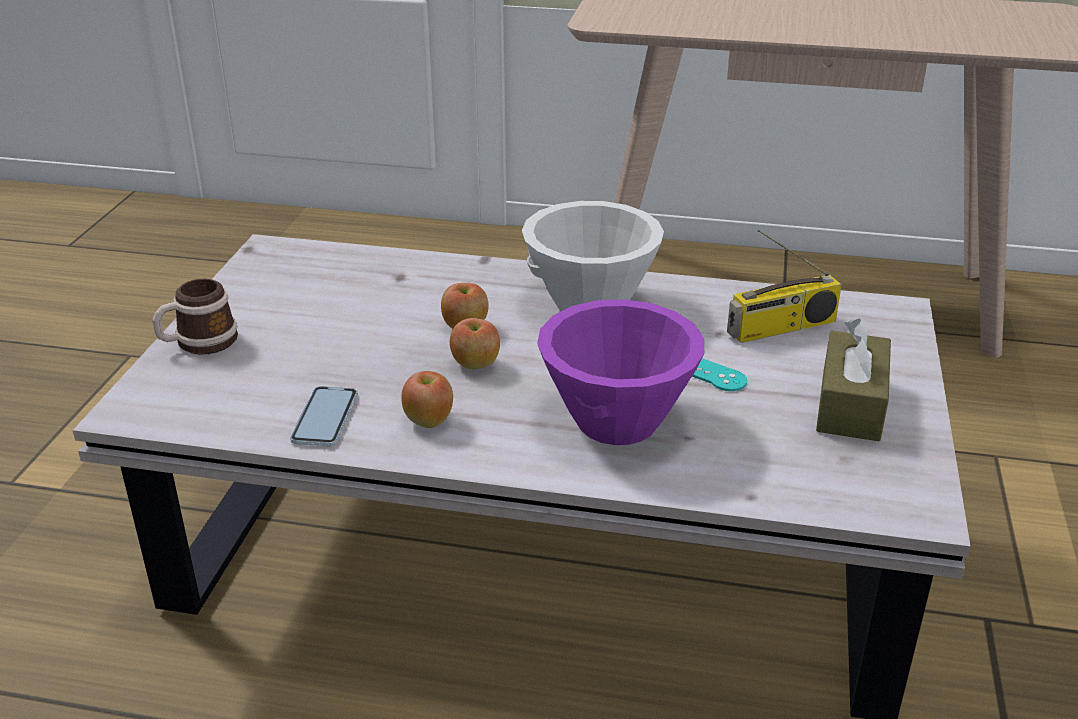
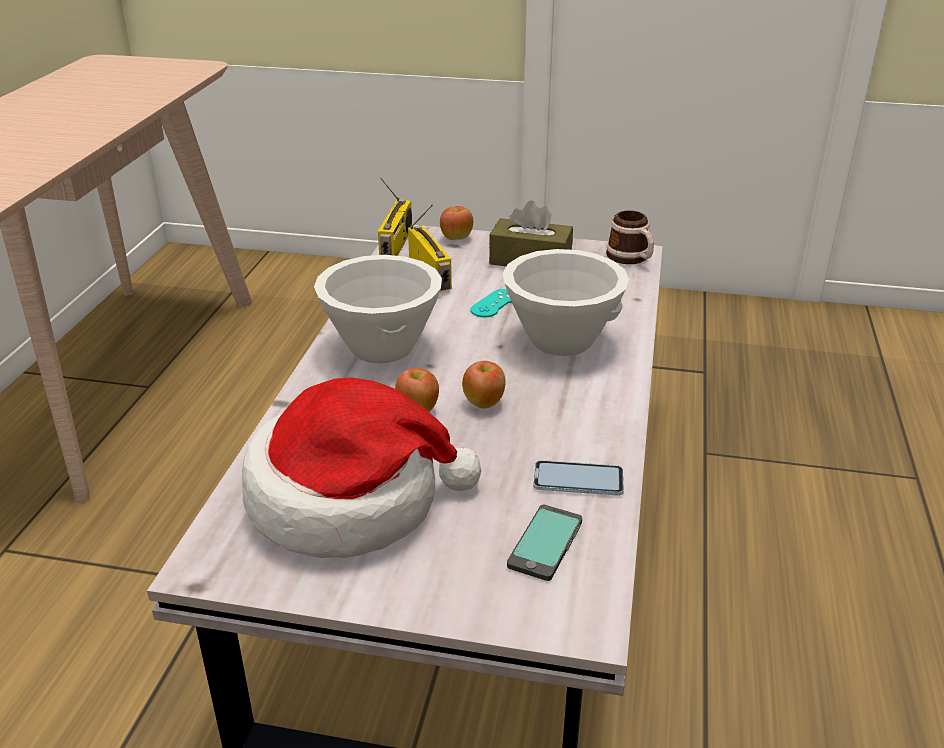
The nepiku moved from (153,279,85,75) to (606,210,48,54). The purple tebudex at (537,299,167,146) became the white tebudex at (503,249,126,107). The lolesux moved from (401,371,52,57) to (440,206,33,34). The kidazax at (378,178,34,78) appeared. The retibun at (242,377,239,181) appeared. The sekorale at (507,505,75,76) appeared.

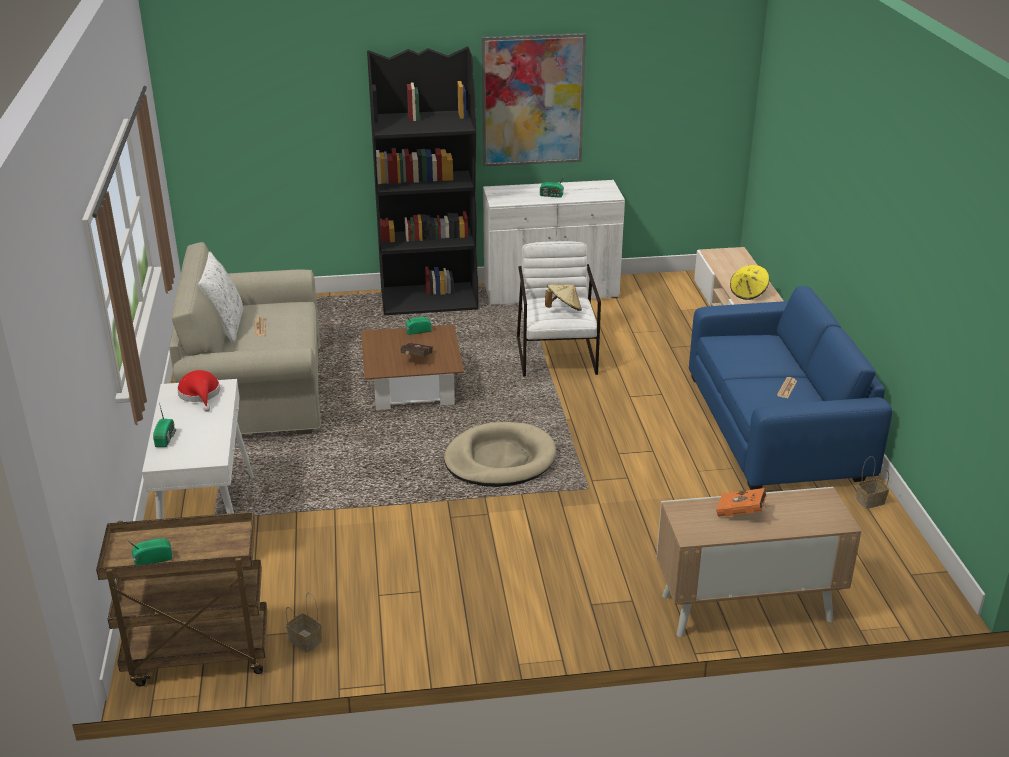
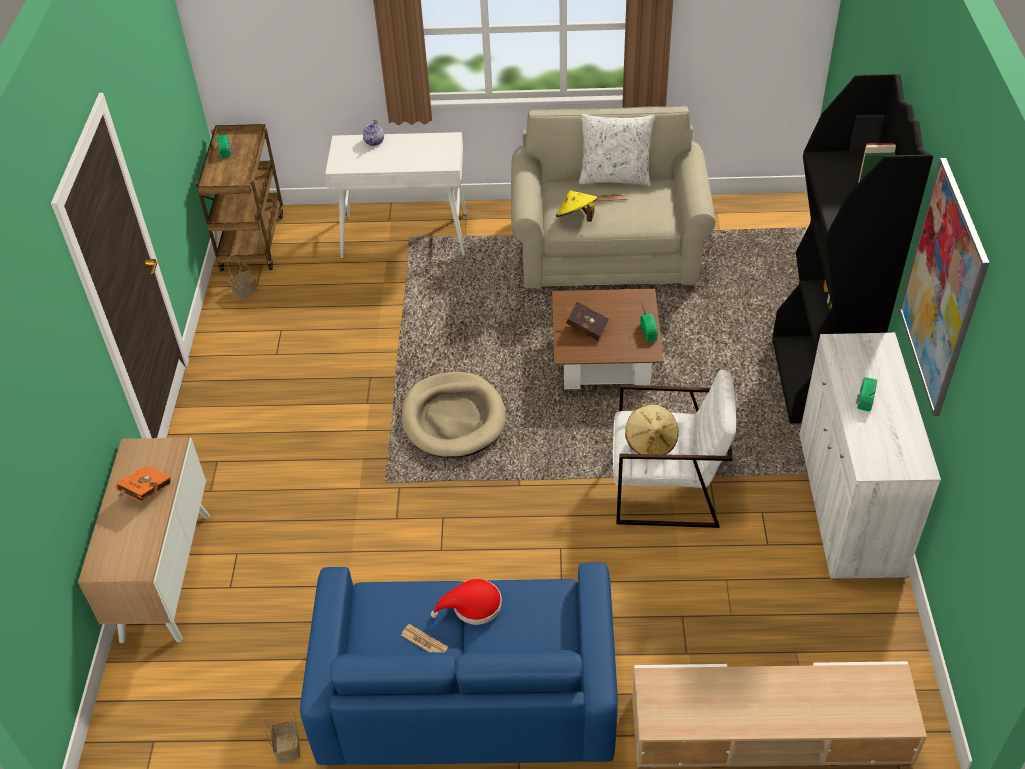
The yellow retibun moved from (730,265,39,35) to (556,190,41,32). The red retibun moved from (177,370,43,42) to (431,579,71,46). The kidazax at (153,403,23,44) was replaced by the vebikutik at (363,120,21,26).

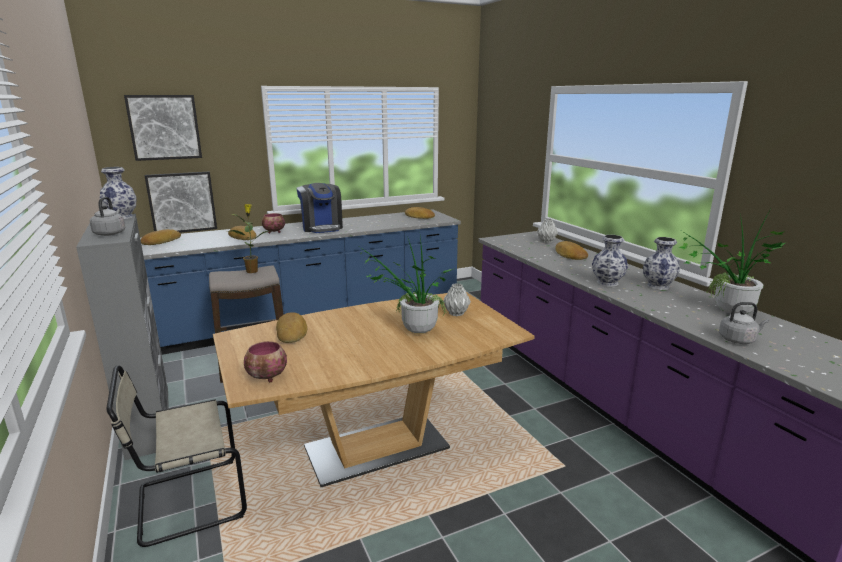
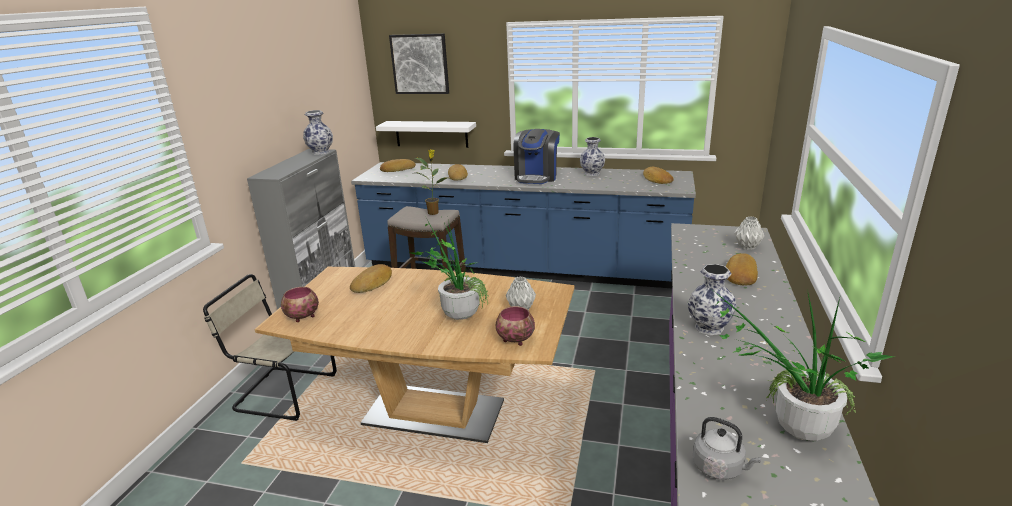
The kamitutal at (145,172,72,61) was replaced by the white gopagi at (376,121,100,27). The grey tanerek at (90,197,35,39) disappeared. The tebudex moved from (262,213,23,20) to (496,306,39,40). The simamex moved from (643,237,37,53) to (580,137,25,39).

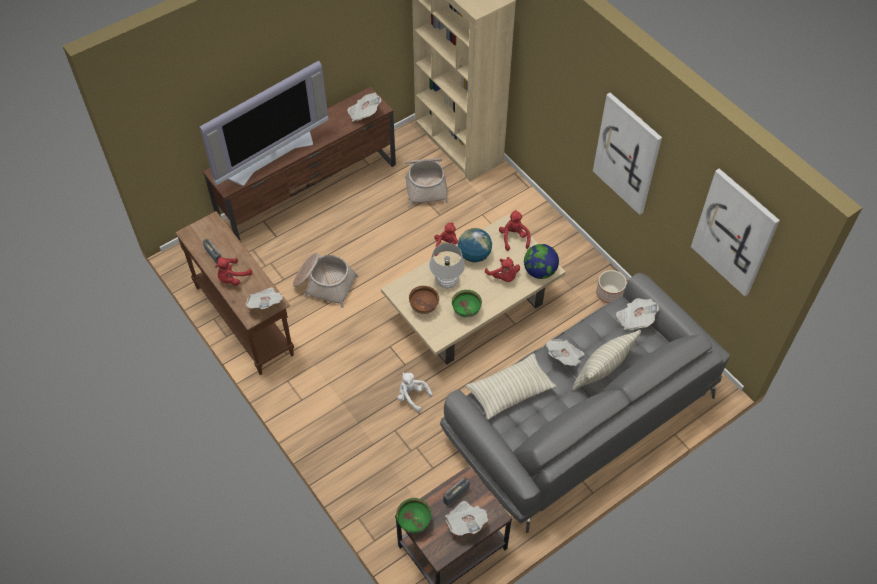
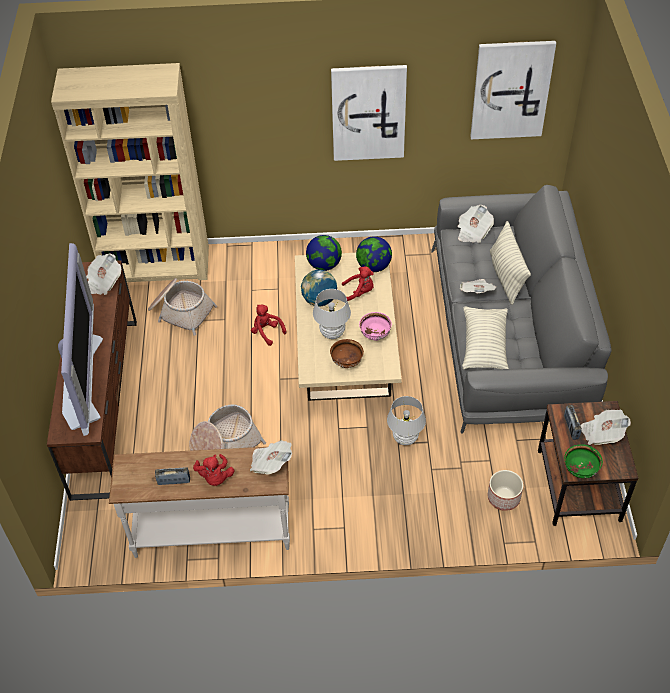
The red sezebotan at (499,210,32,41) was replaced by the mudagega at (306,235,36,36). The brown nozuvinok at (175,211,119,164) became the white nozuvinok at (109,447,181,111). The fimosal moved from (596,270,31,33) to (488,470,35,41). The green tebudex at (452,290,30,28) became the pink tebudex at (359,312,33,29). The white sezebotan at (397,373,36,39) was replaced by the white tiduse at (387,396,39,49).

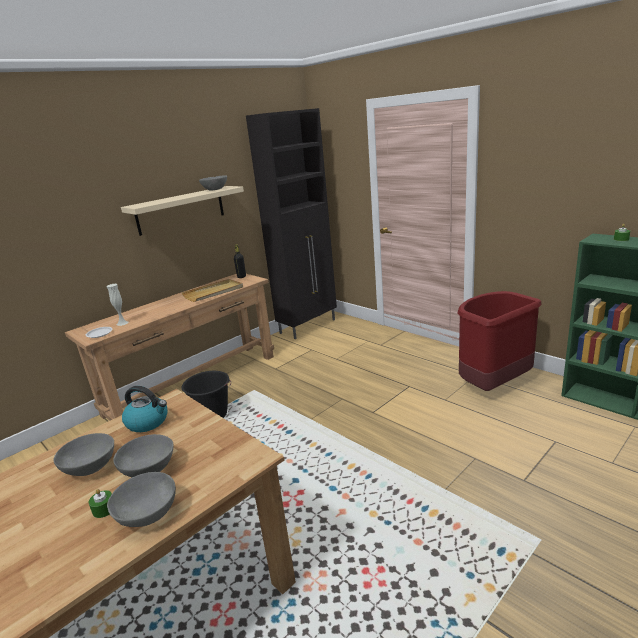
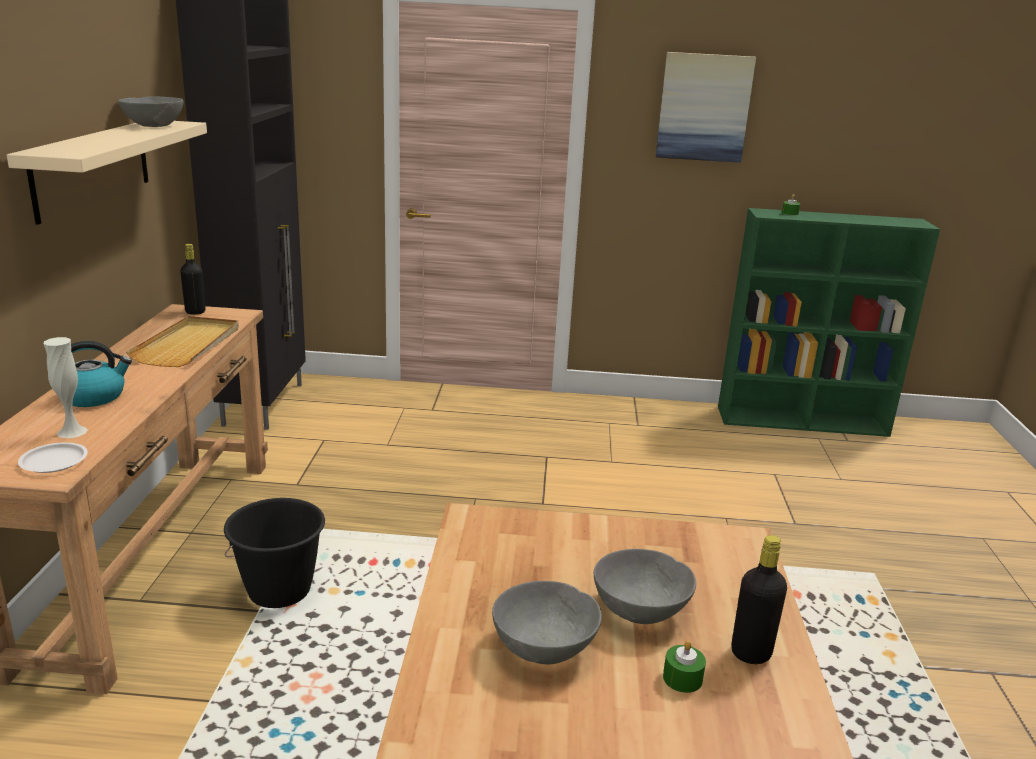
The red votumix at (457,291,85,100) disappeared. The tanerek moved from (122,386,46,46) to (71,341,61,66). The grey tebudex at (107,472,69,55) was replaced by the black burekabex at (731,535,56,129). The kamitutal at (656,52,100,111) appeared.

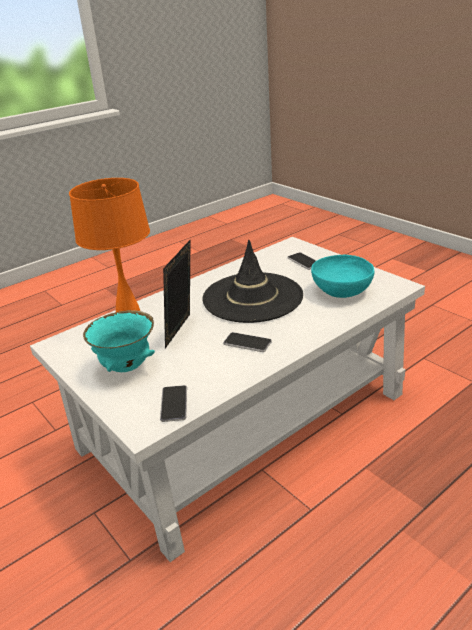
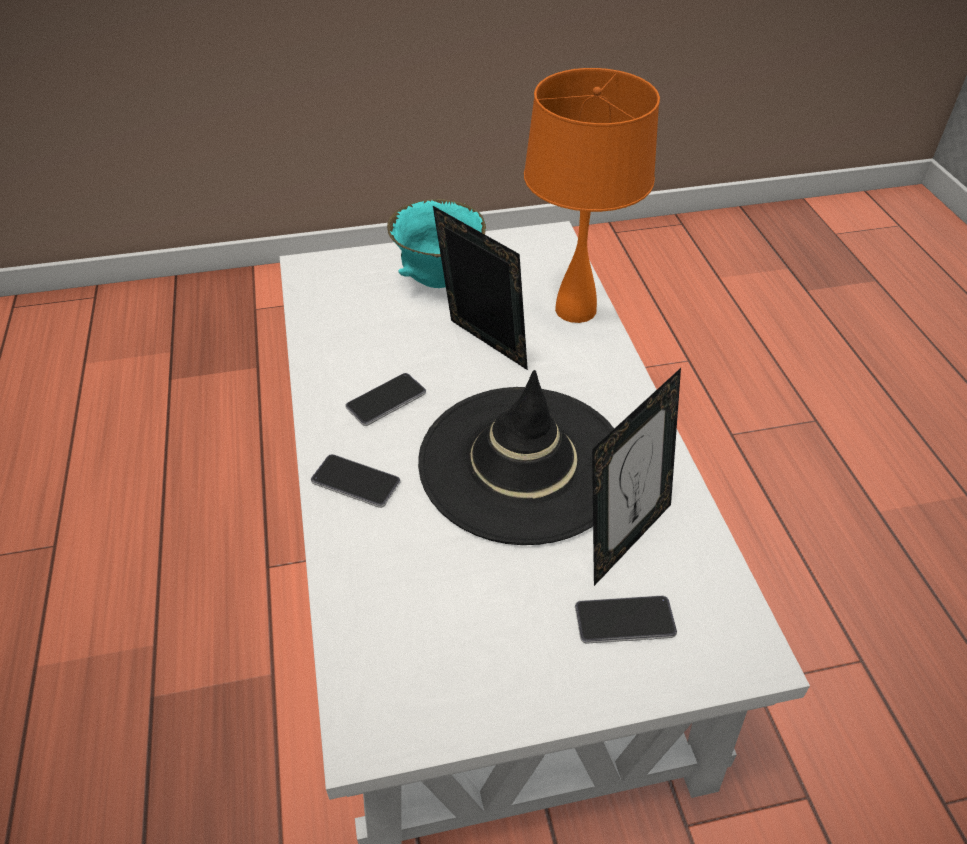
The turquoise tebudex at (311,255,64,43) disappeared. The sekorale moved from (160,385,27,37) to (311,454,90,54). The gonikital at (592,368,89,218) appeared.

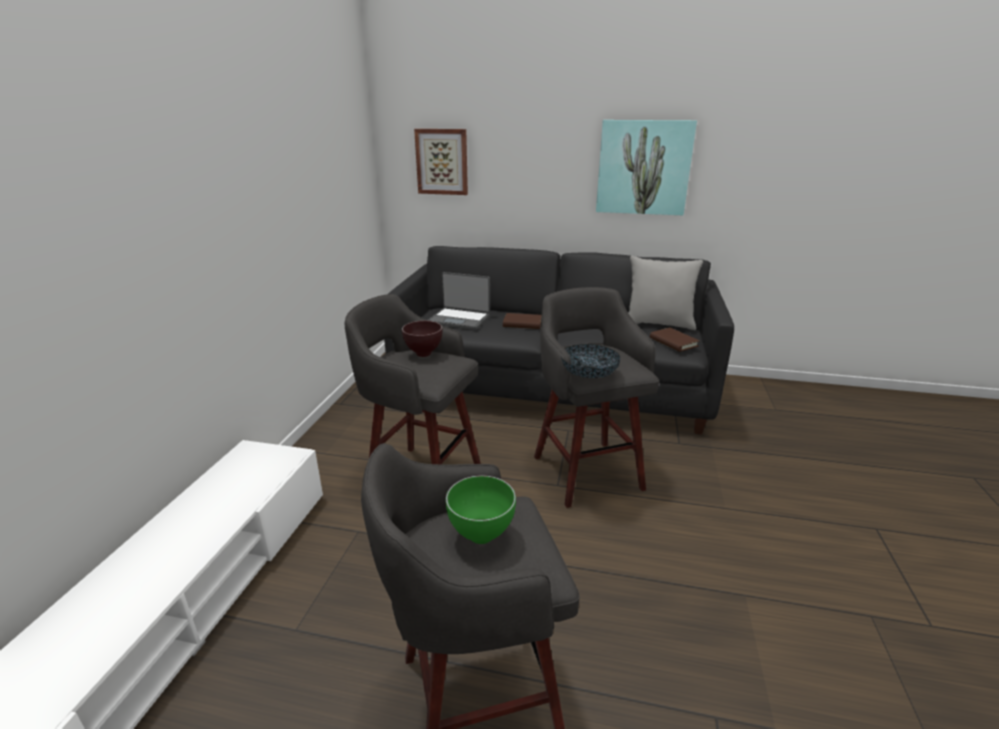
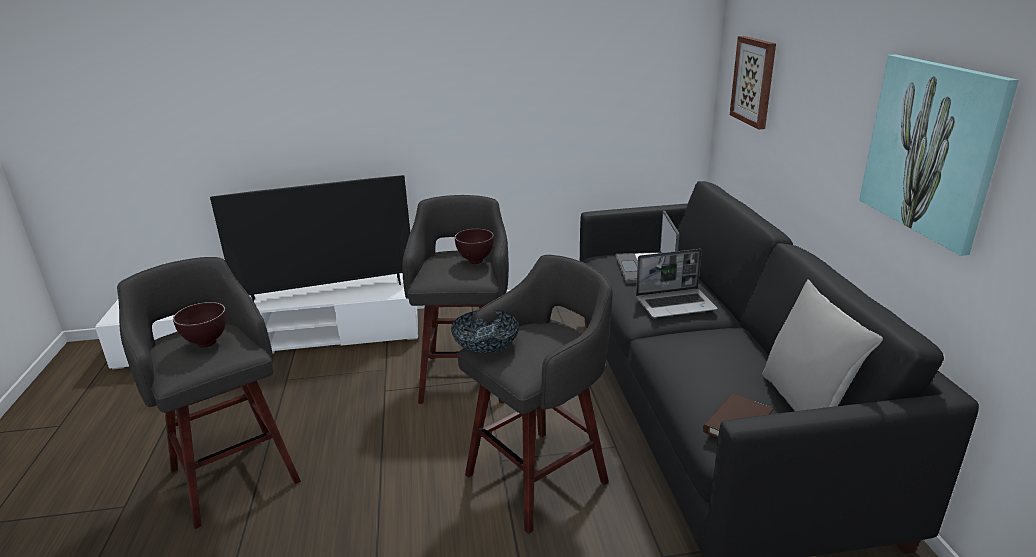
The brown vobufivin at (503,313,39,16) was replaced by the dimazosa at (636,249,82,69). The green tebudex at (446,475,70,69) became the brown tebudex at (173,302,54,46). The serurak at (210,175,200,126) appeared.

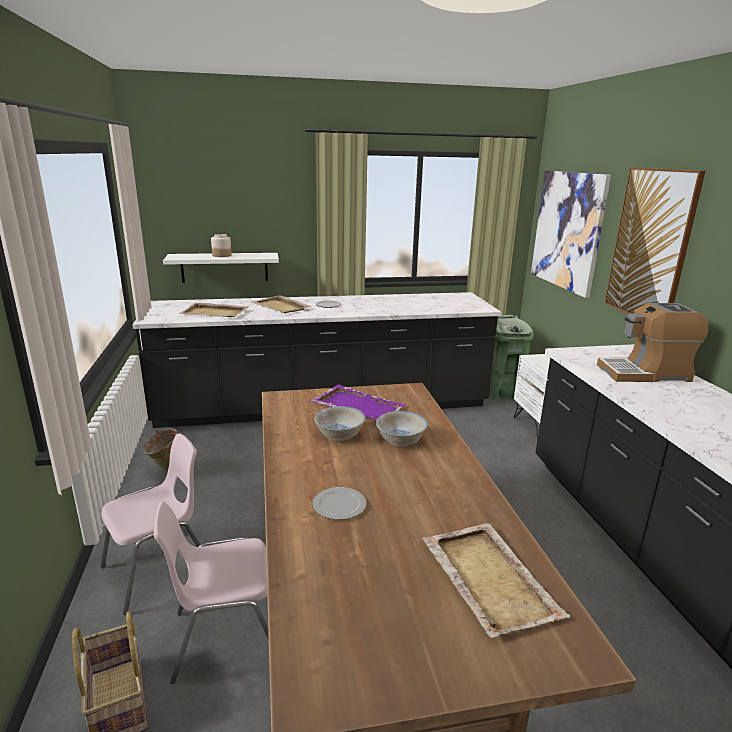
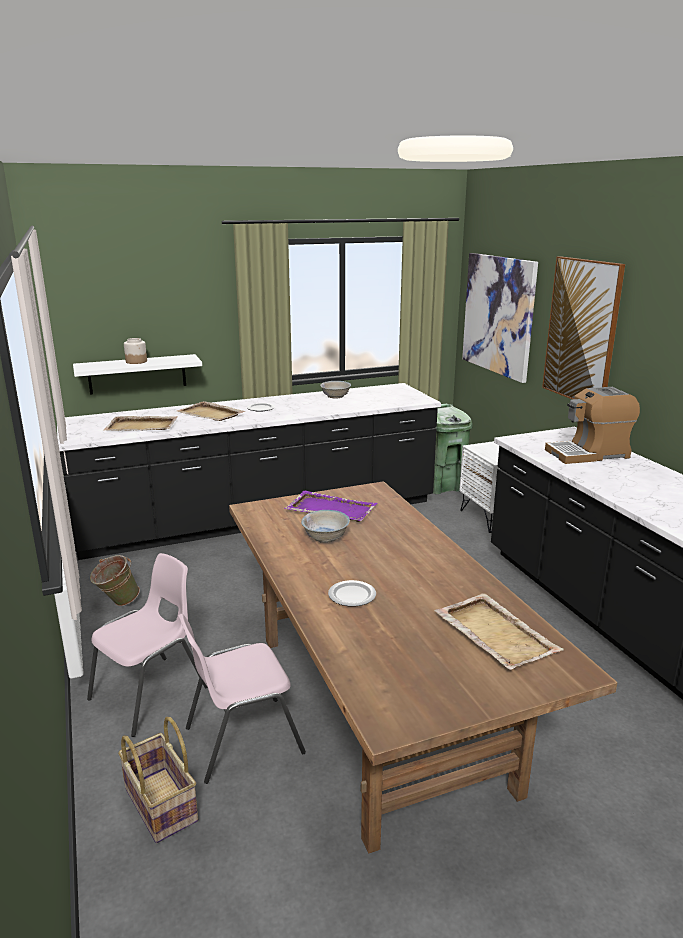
The white tebudex moved from (376,411,52,36) to (320,381,31,18).

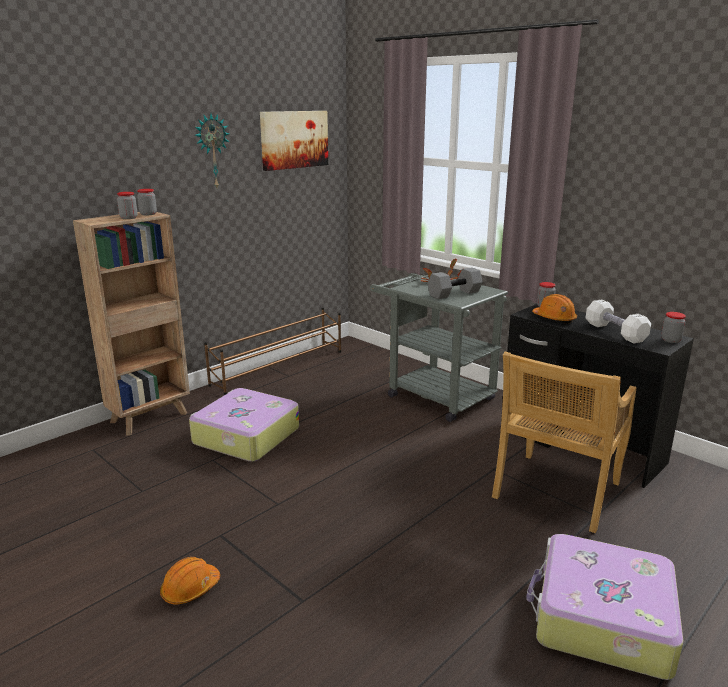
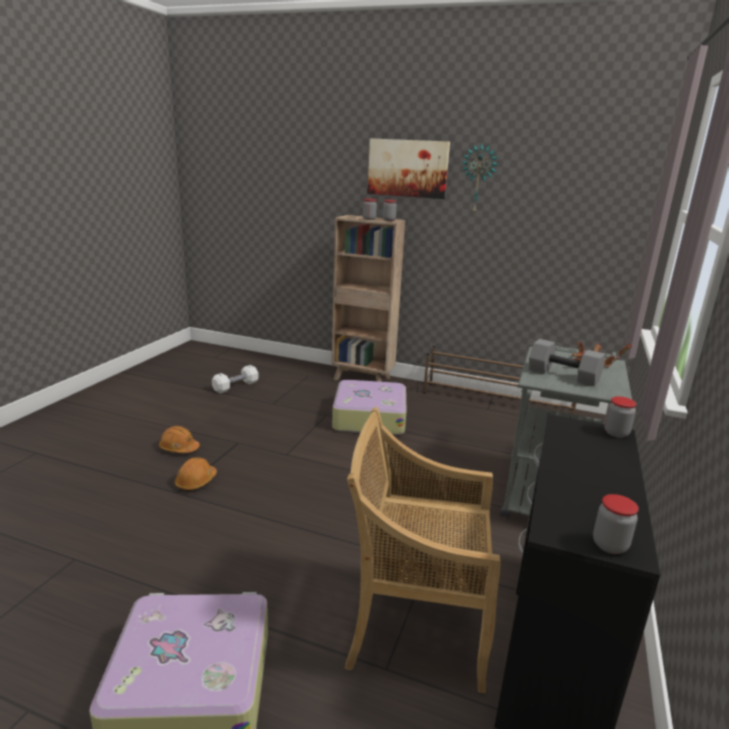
The kamitutal moved from (260,111,68,60) to (367,138,83,61). The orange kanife moved from (532,294,45,30) to (175,457,42,34). The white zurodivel moved from (586,299,65,44) to (212,365,47,29).

